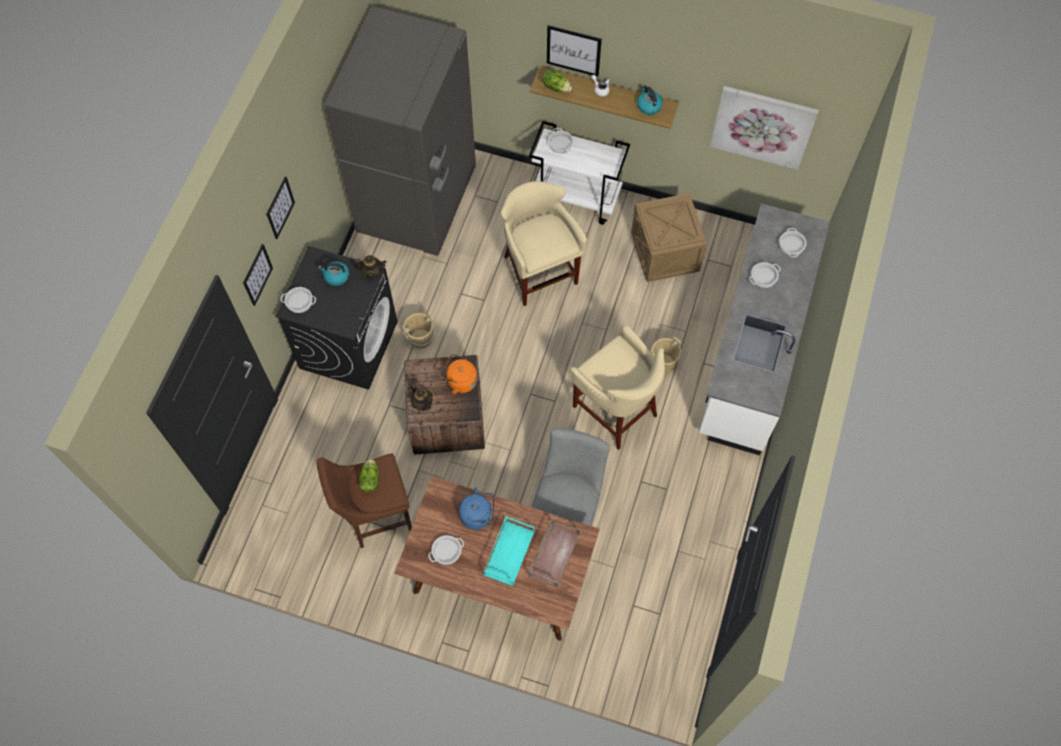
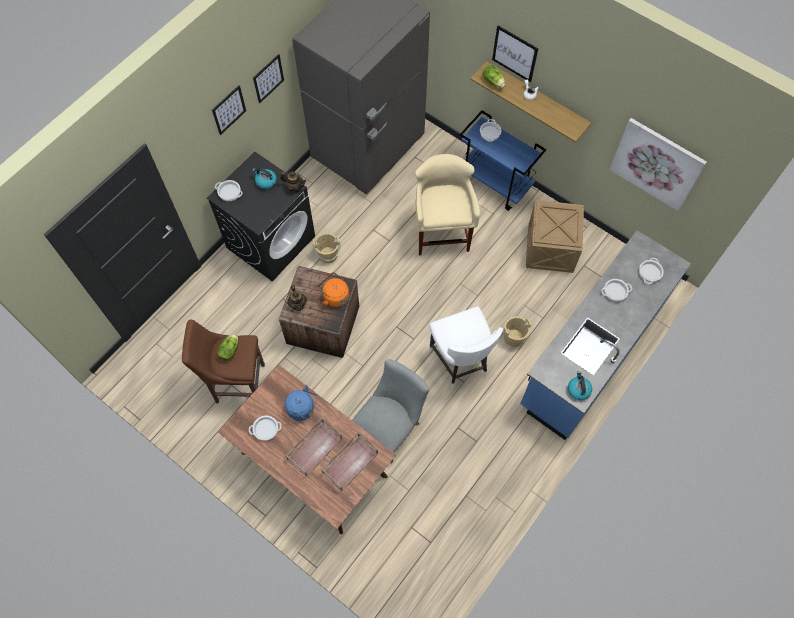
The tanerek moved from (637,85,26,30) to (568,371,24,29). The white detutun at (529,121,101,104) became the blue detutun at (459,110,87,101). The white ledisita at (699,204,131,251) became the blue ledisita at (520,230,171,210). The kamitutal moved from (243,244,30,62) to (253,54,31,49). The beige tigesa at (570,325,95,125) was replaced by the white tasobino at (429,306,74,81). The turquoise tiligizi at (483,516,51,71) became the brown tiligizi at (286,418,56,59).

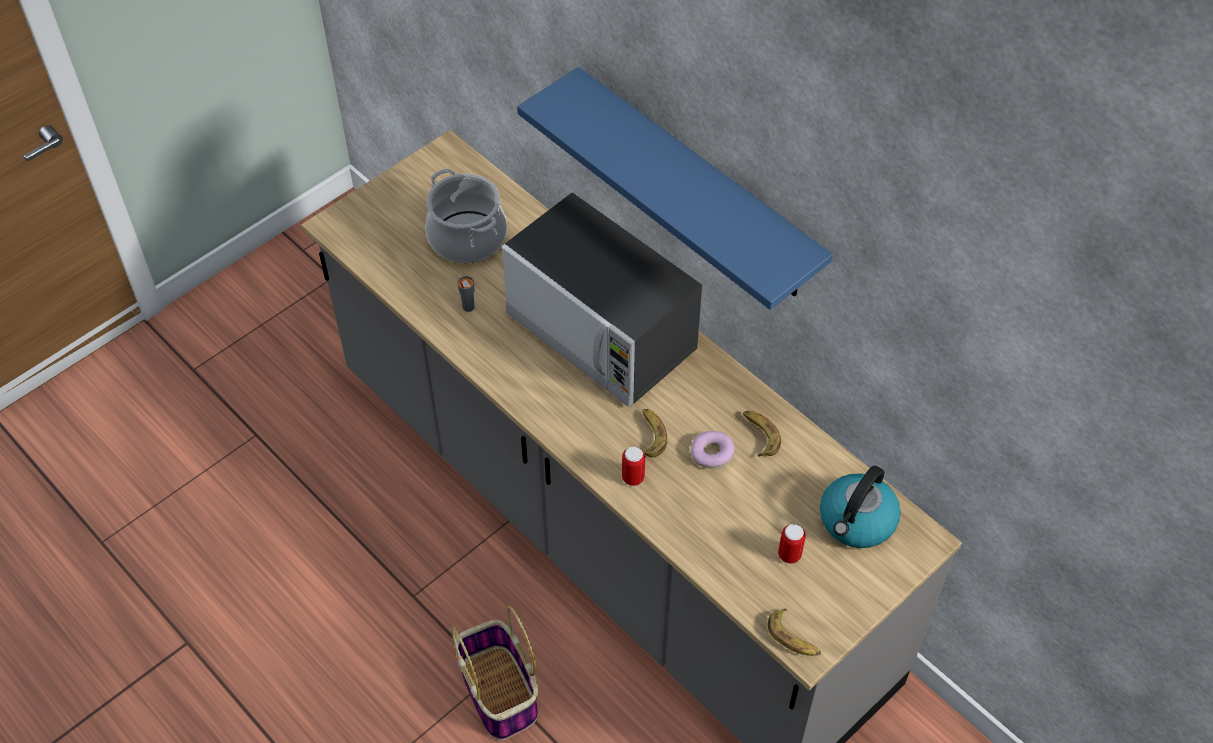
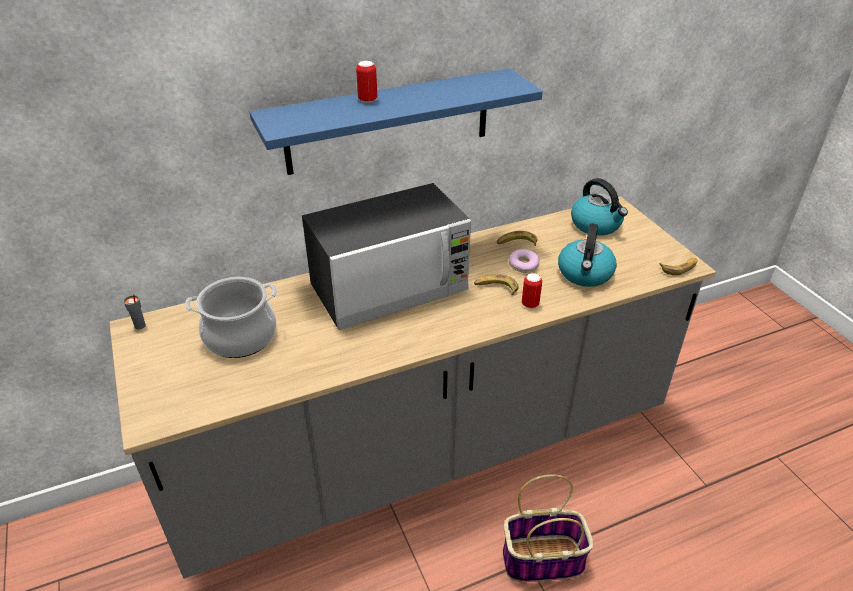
The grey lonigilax moved from (457,276,18,36) to (123,294,23,35). The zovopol moved from (778,524,28,40) to (356,61,21,42). The tanerek at (558,223,59,64) appeared.

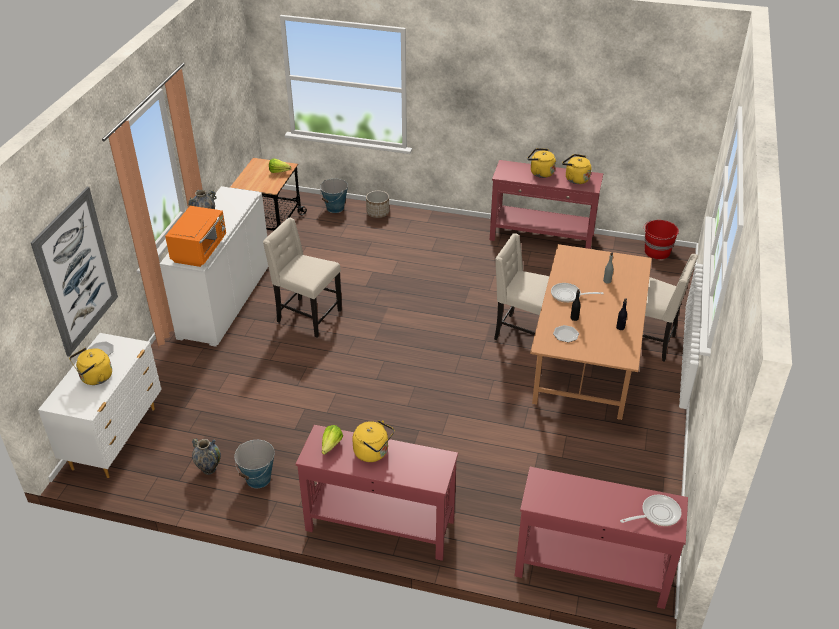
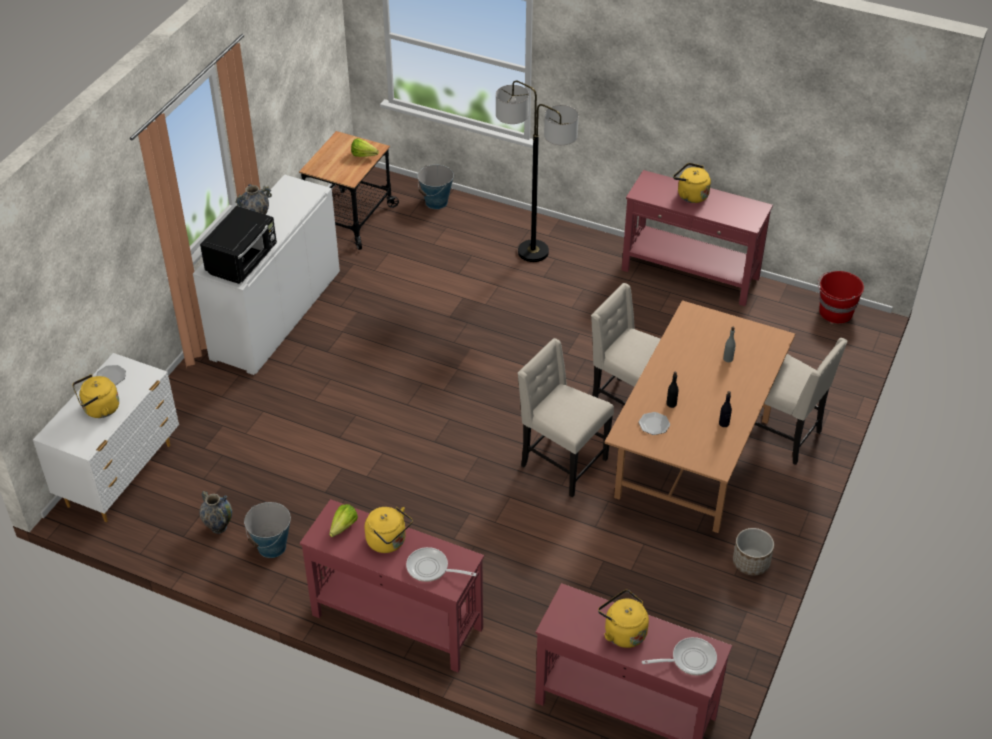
The yellow tanerek moved from (562,154,29,30) to (598,590,51,58). The kamitutal at (31,187,87,170) disappeared. The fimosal moved from (366,191,23,27) to (733,528,41,48). The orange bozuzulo at (165,206,61,61) became the black bozuzulo at (200,206,77,78). The beige tasobino moved from (263,218,79,119) to (518,338,96,159). The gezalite moved from (551,283,53,20) to (406,547,71,35). The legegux at (496,81,83,181) appeared.

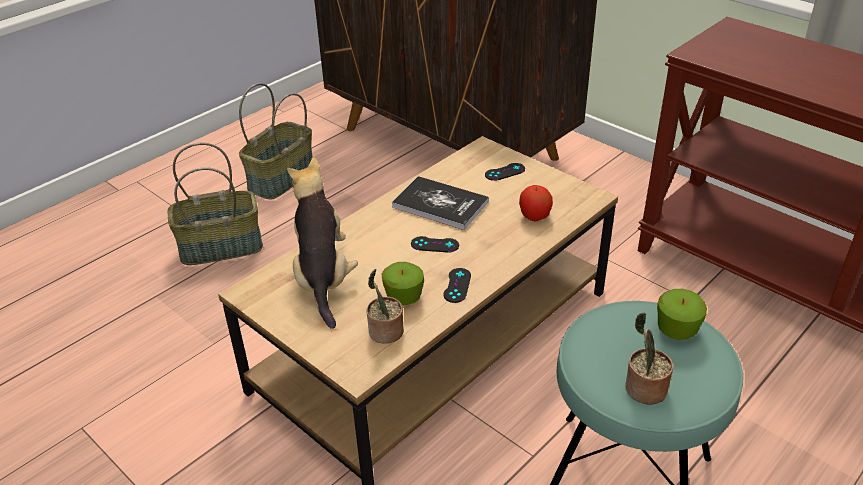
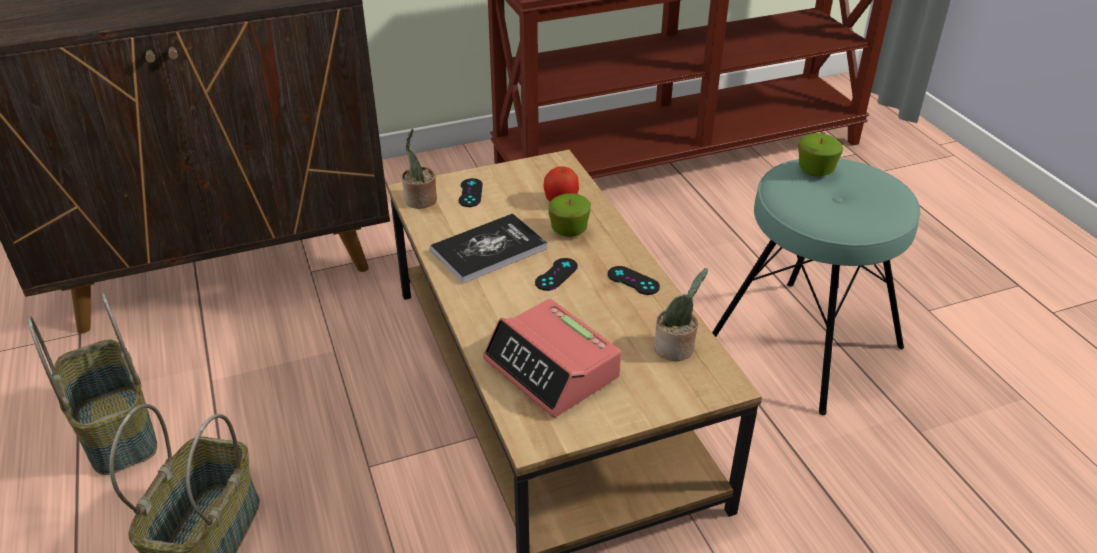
The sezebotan at (287,157,71,172) was replaced by the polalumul at (483,299,138,119). The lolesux moved from (382,262,42,43) to (548,193,43,44). The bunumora moved from (625,312,48,93) to (402,129,35,80).

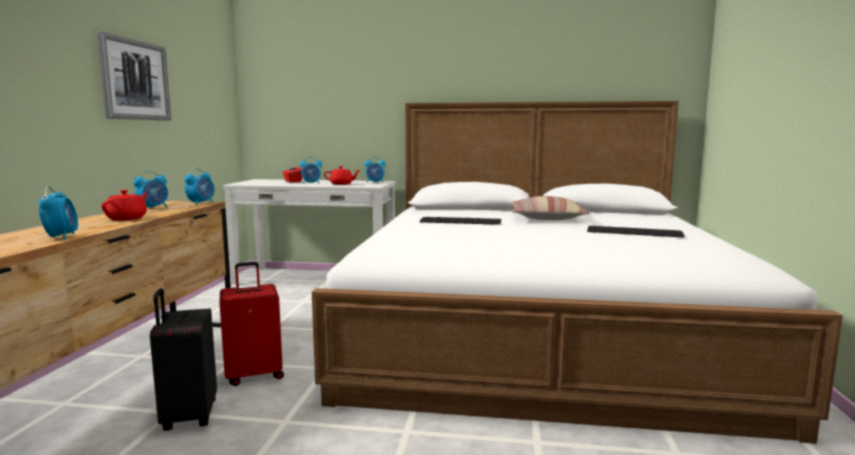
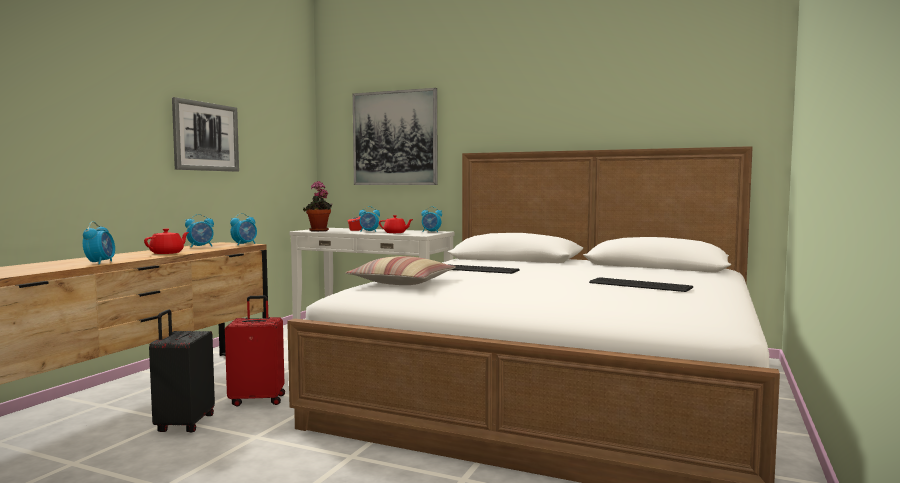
The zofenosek moved from (511,196,78,24) to (345,256,111,29). The kamitutal at (353,88,84,97) appeared. The bunumora at (303,181,30,51) appeared.

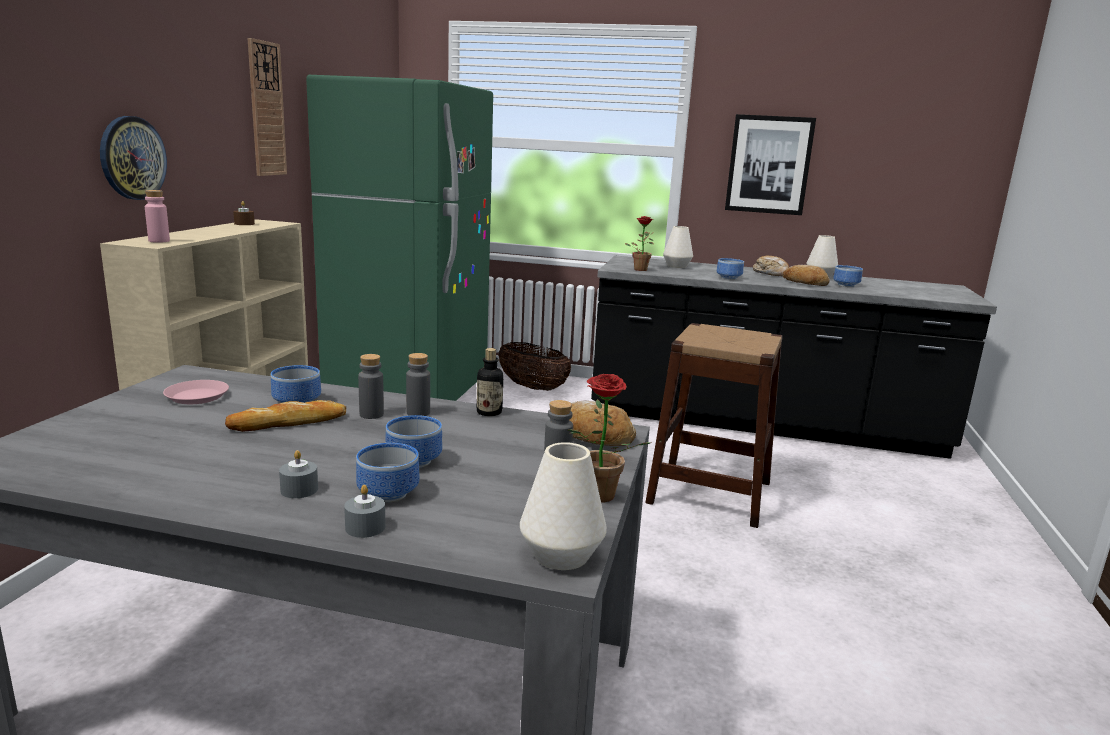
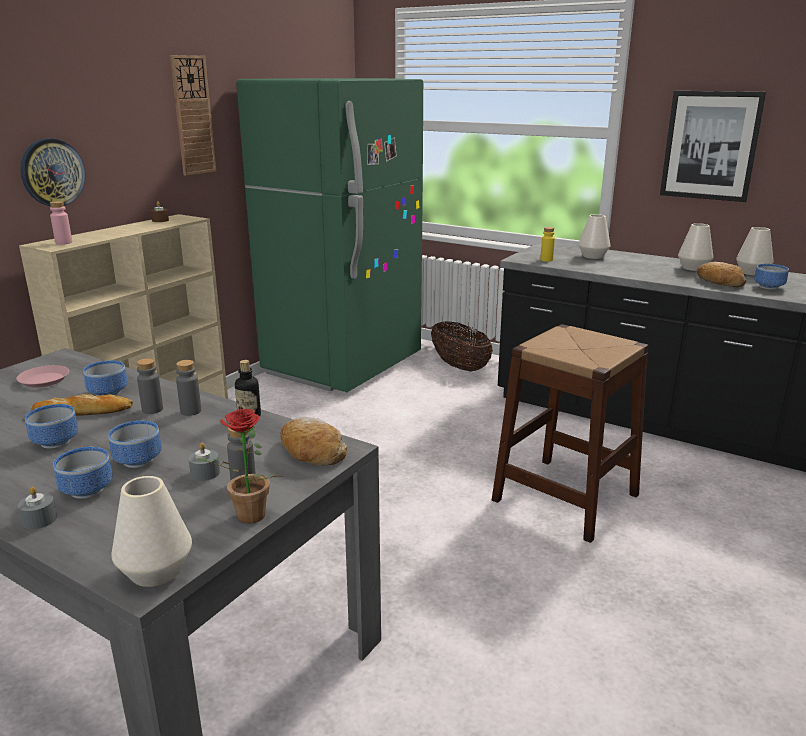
The bunumora at (625,216,29,55) was replaced by the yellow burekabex at (540,227,15,35). The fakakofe at (753,256,36,20) was replaced by the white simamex at (678,223,35,48). The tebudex moved from (717,258,27,22) to (25,404,53,45). The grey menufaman moved from (279,450,39,48) to (188,443,32,38).

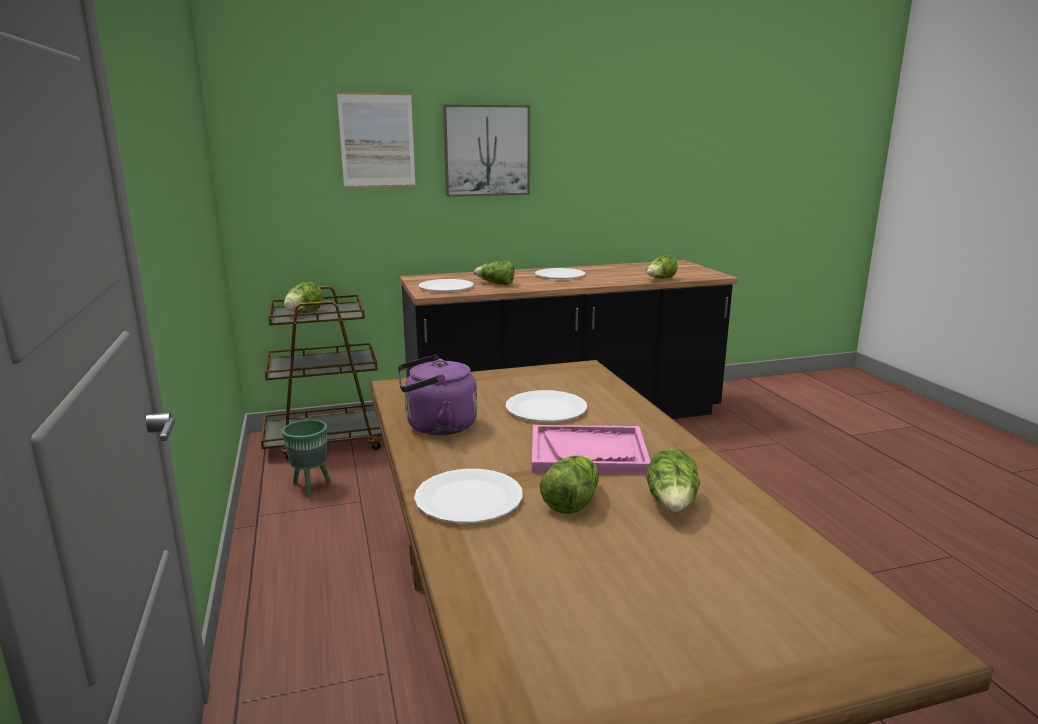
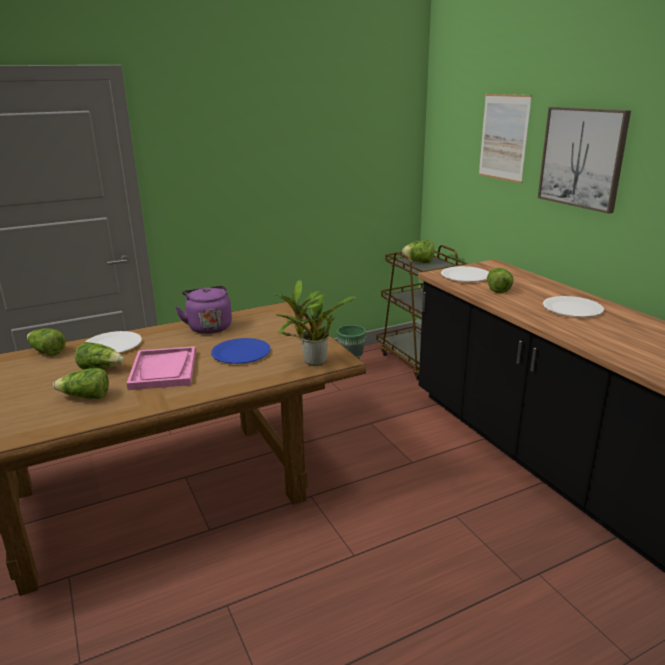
The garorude moved from (647,255,31,24) to (27,328,39,28). The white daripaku at (506,390,81,32) became the blue daripaku at (211,338,60,26). The bunumora at (273,280,83,86) appeared.

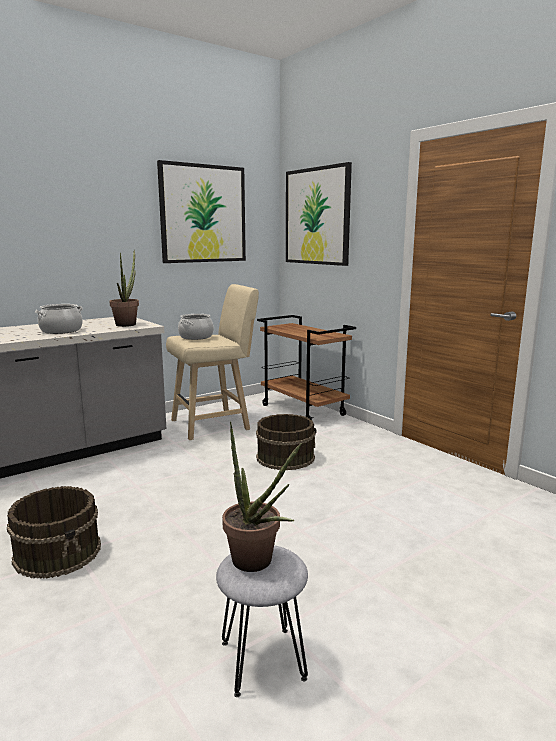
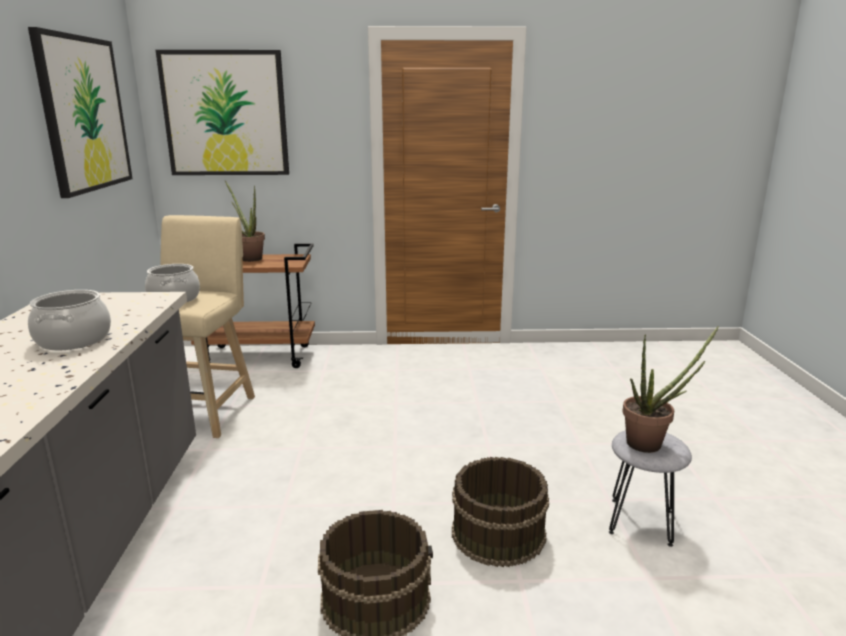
The bunumora moved from (109,250,30,77) to (225,181,40,81). The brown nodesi moved from (256,414,60,56) to (452,457,97,110).

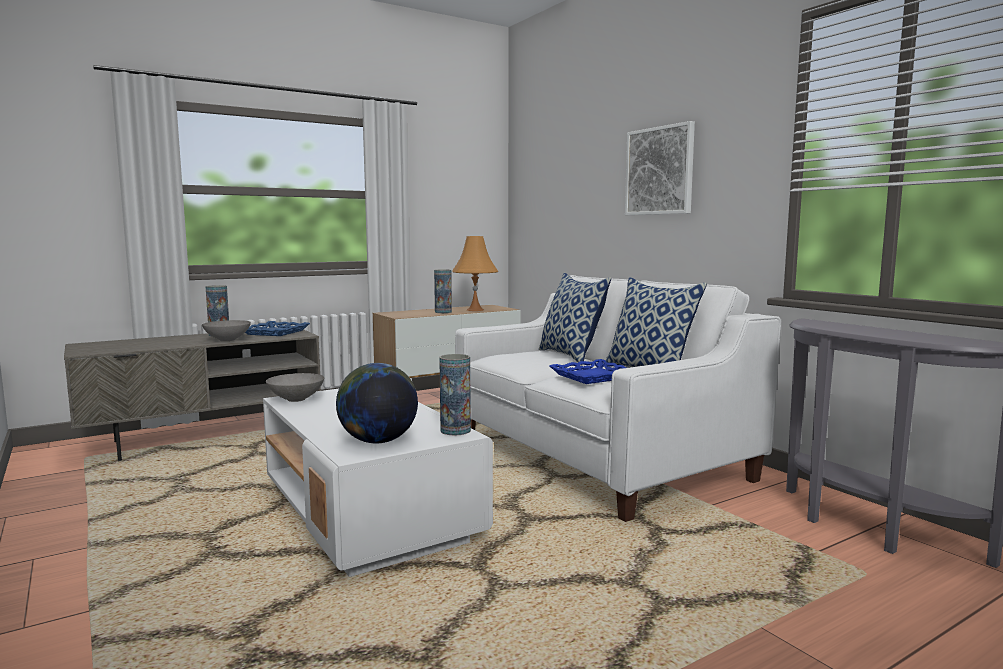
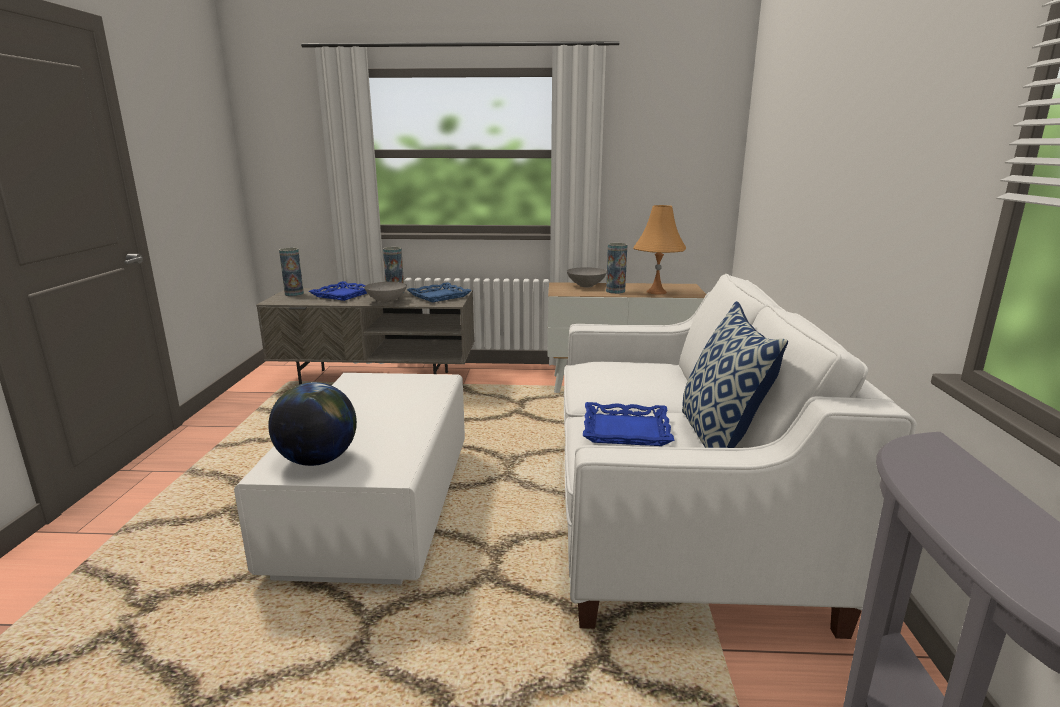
The kamitutal at (625,121,70,94) disappeared. The zofenosek at (539,273,72,89) disappeared. The simamex moved from (439,354,32,81) to (279,248,25,48). The grey tebudex moved from (266,373,58,29) to (567,267,40,20). The blue tiligizi at (309,281,58,20) appeared.

